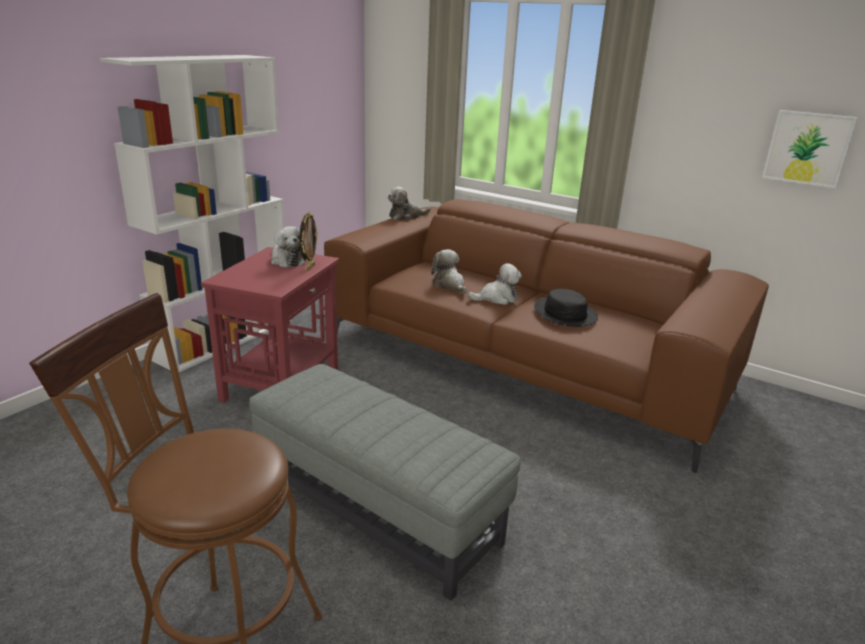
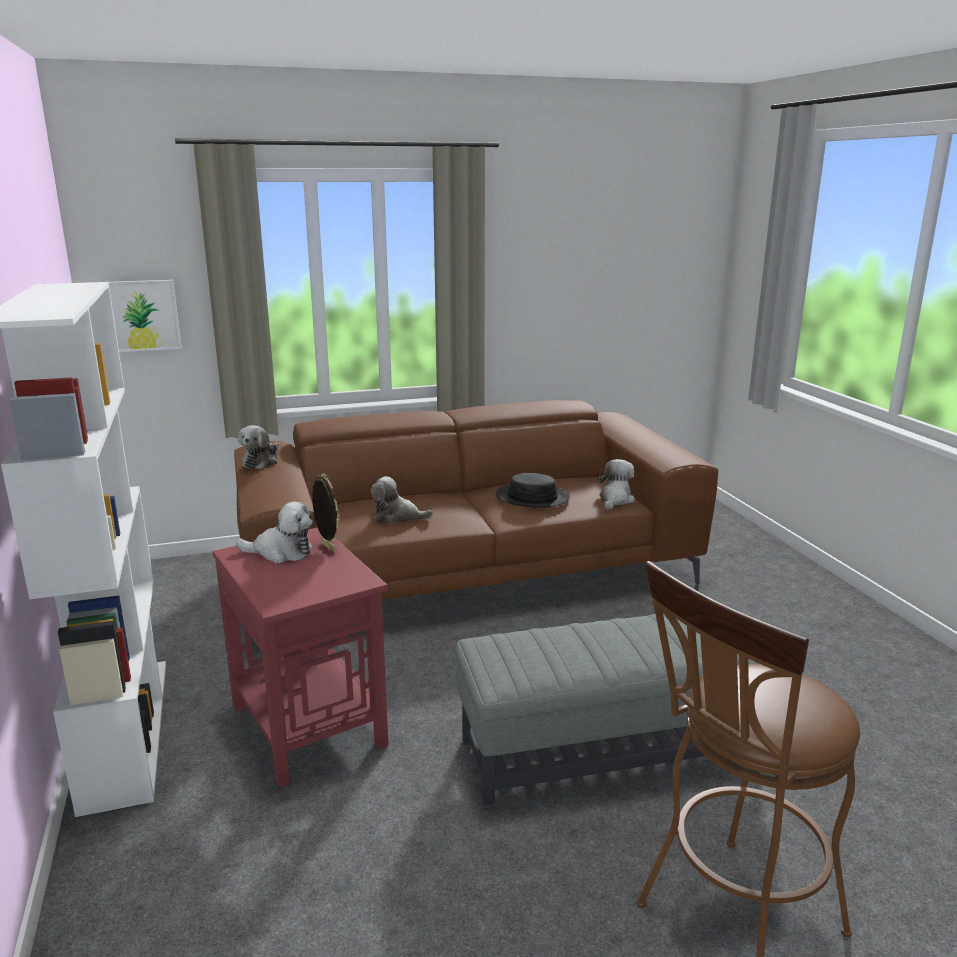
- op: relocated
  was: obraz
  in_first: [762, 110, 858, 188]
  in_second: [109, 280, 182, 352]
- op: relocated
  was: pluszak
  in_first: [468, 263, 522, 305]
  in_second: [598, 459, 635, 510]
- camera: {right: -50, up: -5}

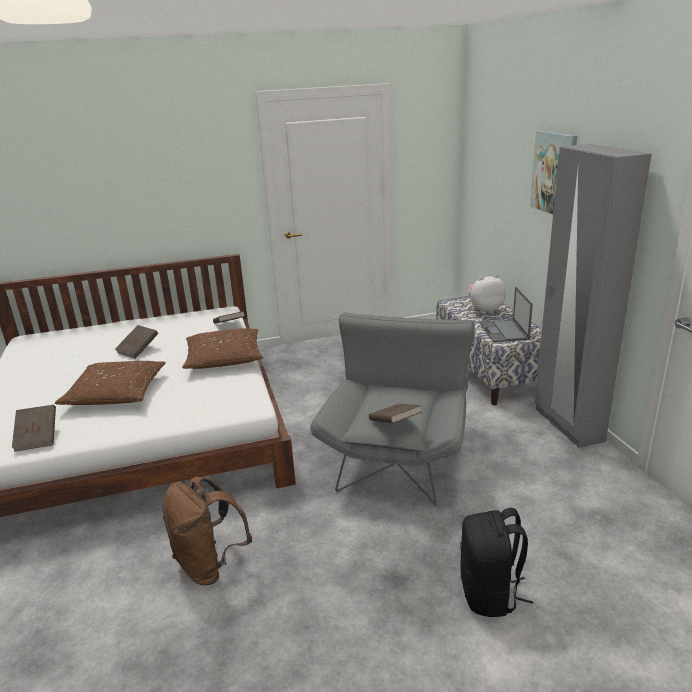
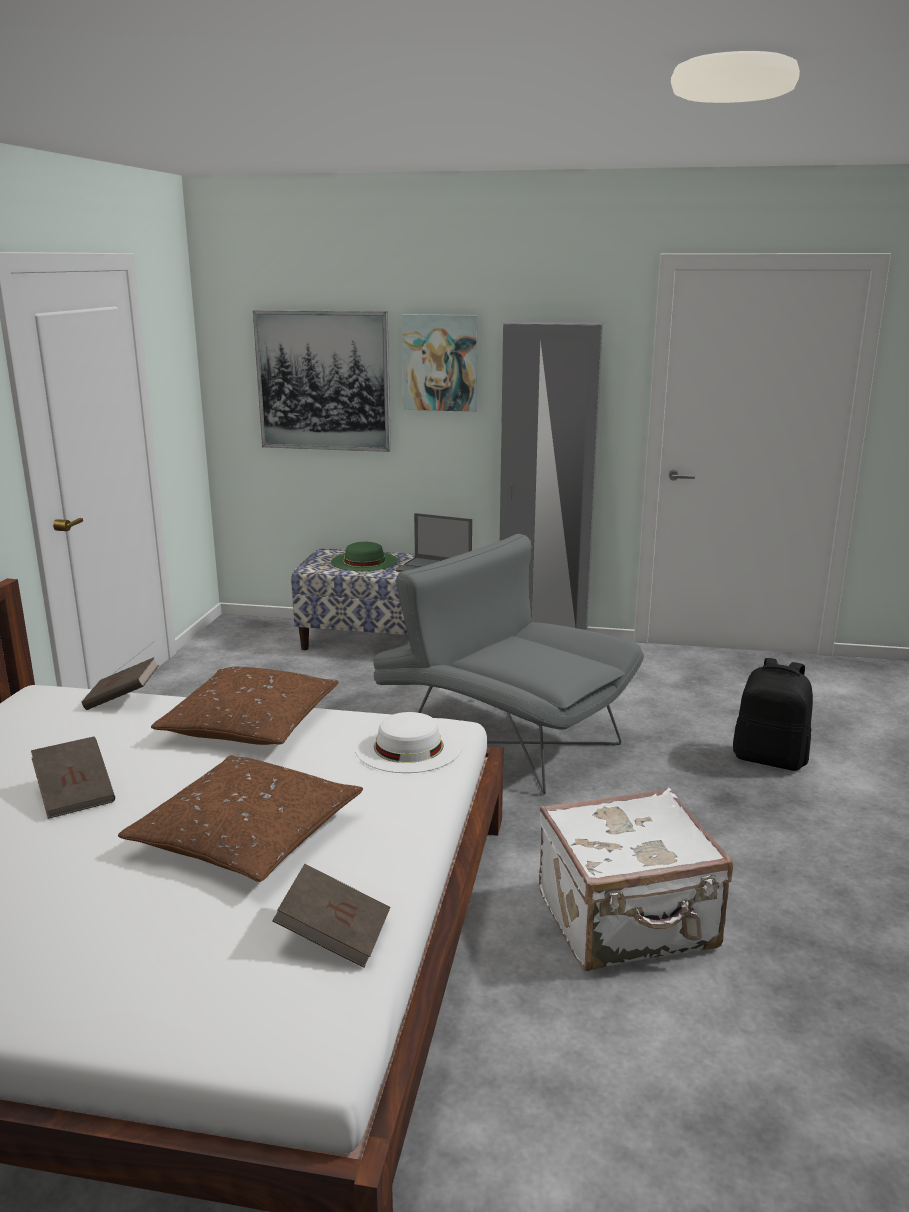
- op: exchanged
  was: pluszak
  now: kapelusz/zielony
  in_first: [467, 275, 506, 314]
  in_second: [331, 542, 398, 571]
- op: missing
  was: książka/brązowy
  in_first: [369, 404, 422, 423]
- op: exchanged
  was: plecak/brązowy
  now: walizka/biały
  in_first: [163, 477, 252, 585]
  in_second: [539, 788, 733, 971]
- op: appeared
  now: obraz
  in_second: [253, 310, 391, 452]
- op: appeared
  now: kapelusz/biały
  in_second: [355, 712, 463, 773]
- camera: {right: -65, up: -5}

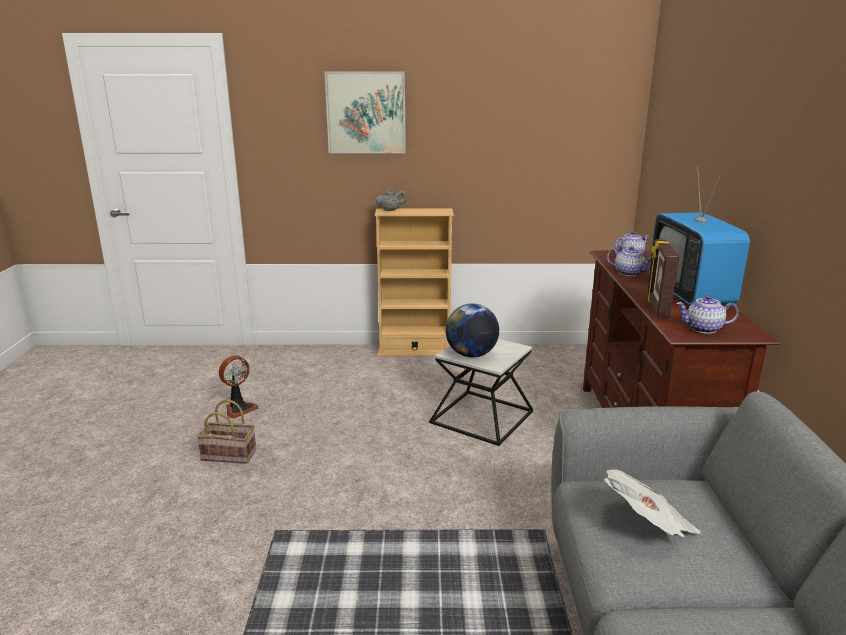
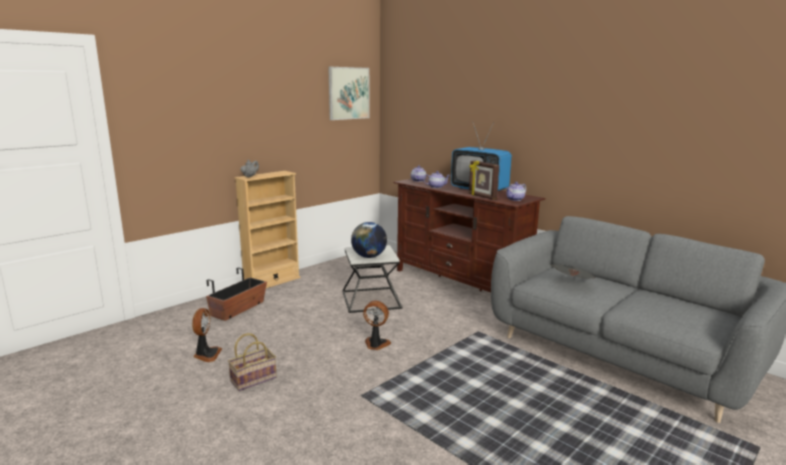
- op: relocated
  was: obraz
  in_first: [325, 72, 406, 153]
  in_second: [328, 67, 369, 120]
- op: appeared
  now: donica
  in_second: [206, 268, 267, 321]
- op: appeared
  now: wentylator
  in_second: [363, 301, 391, 350]
- camera: {right: -45, up: -5}

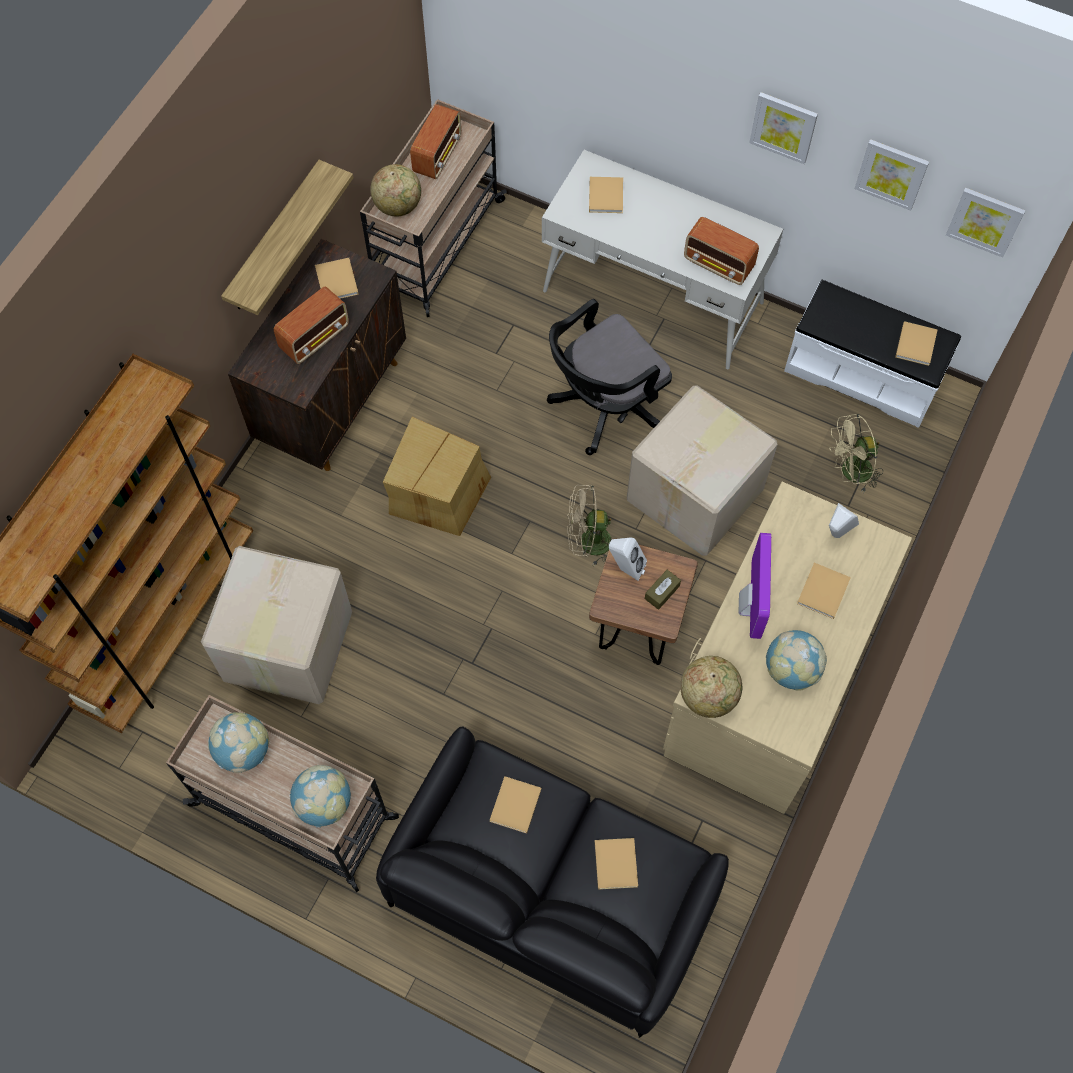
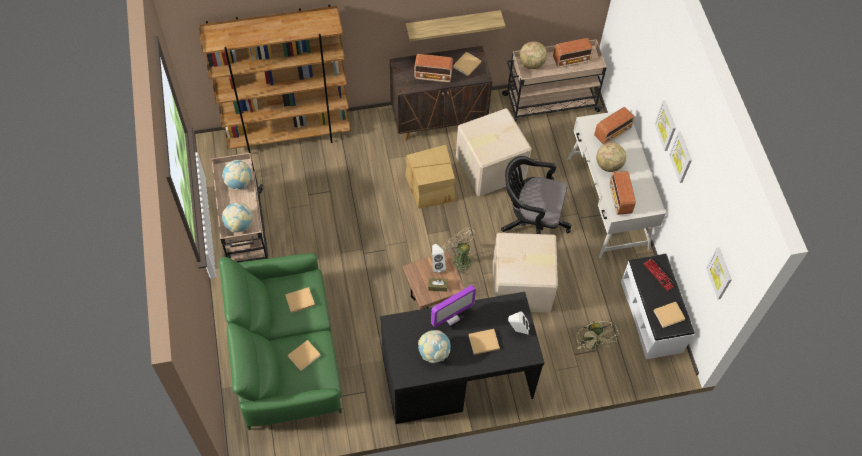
- op: relocated
  was: obraz
  in_first: [854, 139, 929, 211]
  in_second: [655, 101, 676, 151]
- op: exchanged
  was: książka/beżowy
  now: radio
  in_first: [589, 177, 623, 213]
  in_second: [594, 107, 635, 145]
- op: spun
  was: wentylator/beżowy
  in_first: [830, 414, 883, 493]
  in_second: [576, 321, 619, 351]
  clockwise: -135
- op: colour
  was: biurko/beżowy
  now: biurko/czarny
  in_first: [663, 482, 912, 814]
  in_second: [380, 292, 544, 424]
- op: relocated
  was: karton
  in_first: [201, 546, 352, 704]
  in_second: [456, 108, 532, 196]
- op: relocated
  was: globus
  in_first: [680, 656, 742, 718]
  in_second: [596, 142, 626, 172]
- op: colour
  was: kanapa/czarny
  now: kanapa/zielony
  in_first: [376, 727, 729, 1038]
  in_second: [219, 253, 342, 430]
- op: appeared
  now: klawiatura
  in_second: [643, 258, 676, 292]
- camera: {right: 50, up: -5}

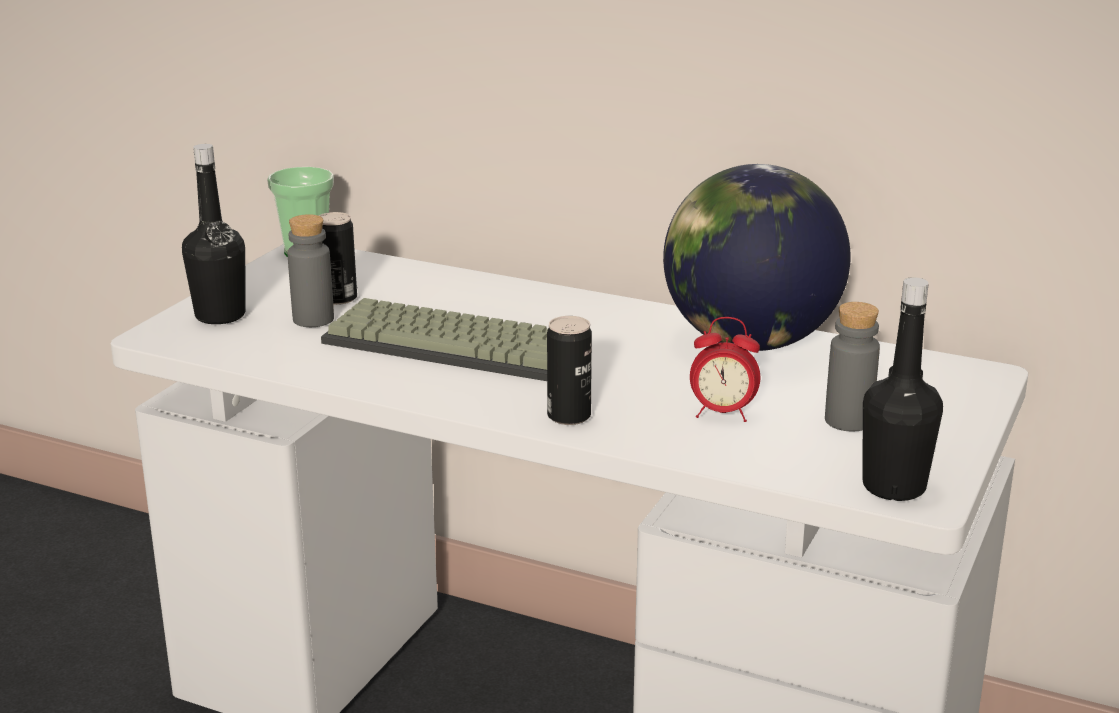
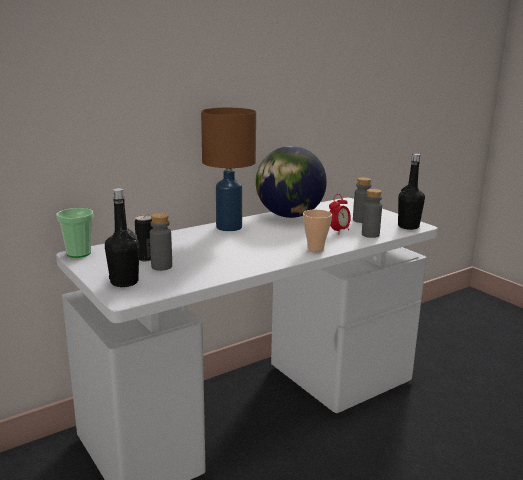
- op: missing
  was: klawiatura
  in_first: [321, 298, 549, 381]
- op: exchanged
  was: puszka
  now: filiżanka
  in_first: [547, 316, 592, 425]
  in_second: [303, 209, 332, 252]
- op: appeared
  now: lampa stołowa/brązowy
  in_second: [201, 108, 256, 231]
- op: appeared
  now: butelka/szary
  in_second: [362, 189, 382, 238]
- camera: {right: -60, up: -5}

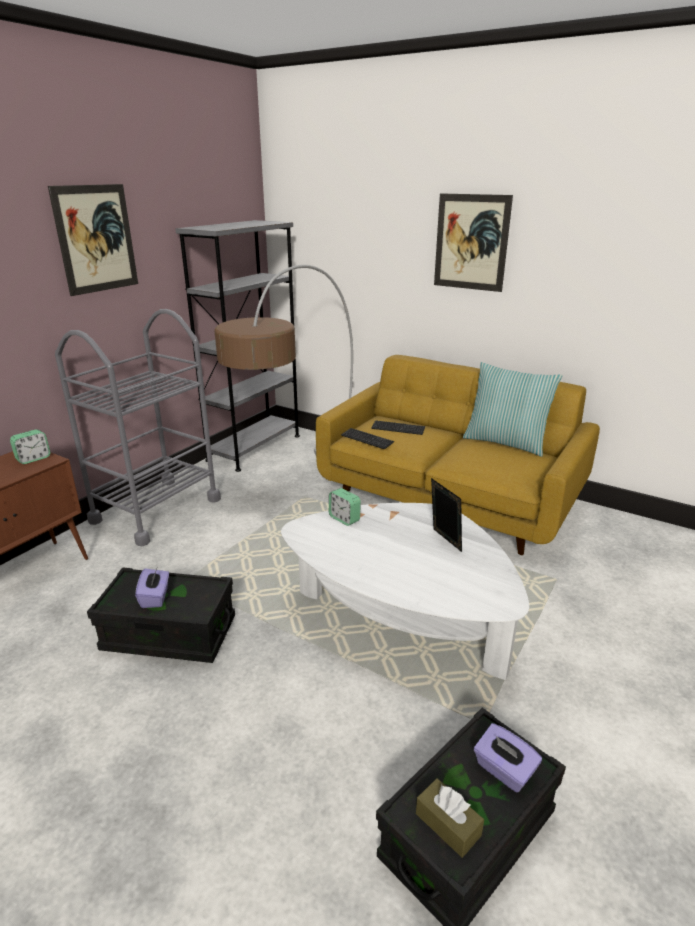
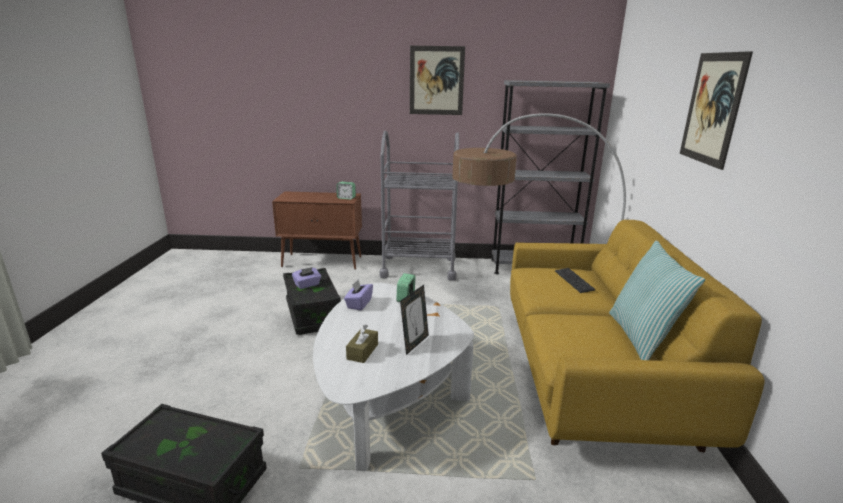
- op: missing
  was: klawiatura
  in_first: [341, 428, 394, 449]
- op: relocated
  was: pudełko chusteczek/fioletowy
  in_first: [474, 723, 542, 792]
  in_second: [344, 279, 373, 310]
- op: relocated
  was: pudełko chusteczek/brązowy
  in_first: [416, 778, 484, 858]
  in_second: [346, 324, 378, 363]
- camera: {right: 60, up: -5}

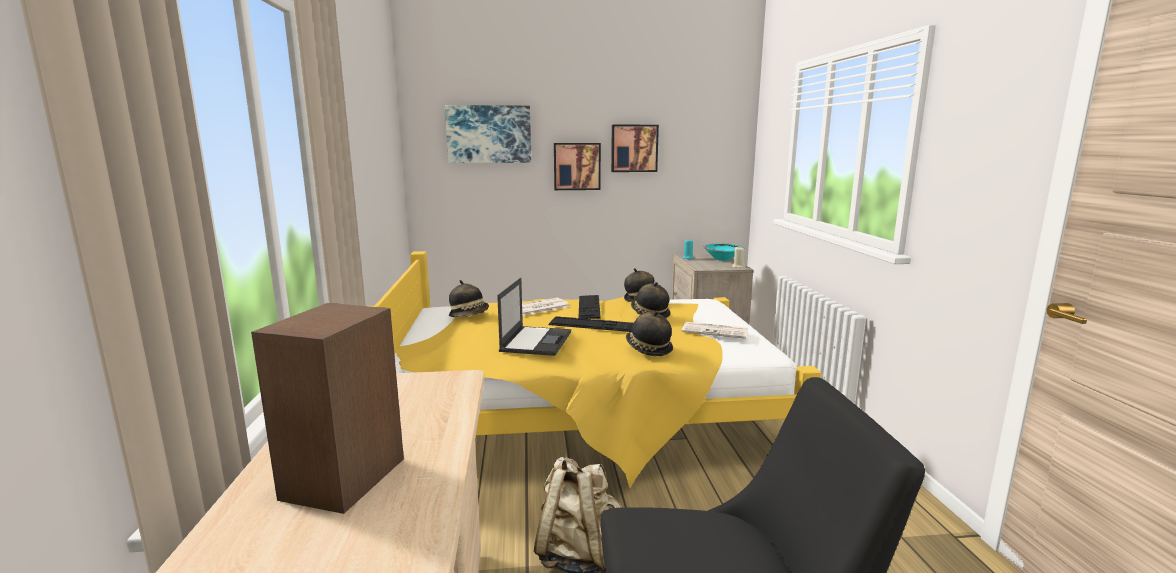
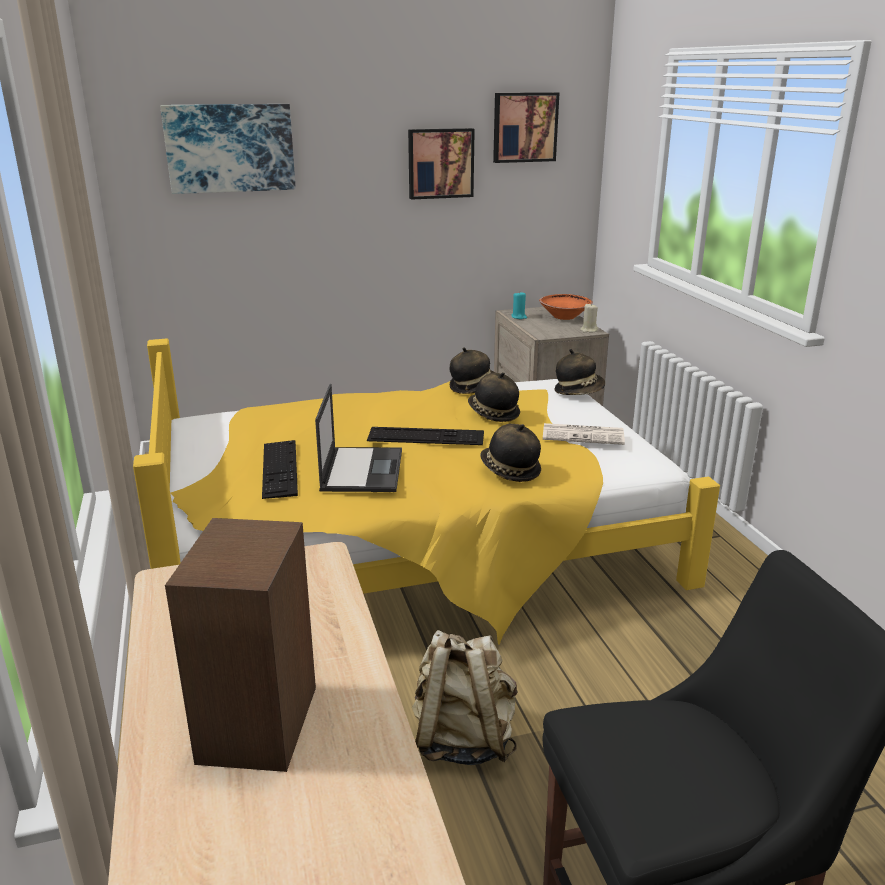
- op: relocated
  was: obraz
  in_first: [554, 143, 601, 190]
  in_second: [493, 92, 559, 163]
- op: colour
  was: miska/turkusowy
  now: miska/pomarańczowy
  in_first: [704, 244, 744, 261]
  in_second: [539, 294, 593, 320]
- op: relocated
  was: kapelusz
  in_first: [449, 280, 489, 317]
  in_second: [555, 349, 605, 395]
- op: relocated
  was: klawiatura
  in_first: [578, 295, 601, 319]
  in_second: [262, 440, 298, 499]
- op: missing
  was: gazeta
  in_first: [522, 298, 570, 316]
- camera: {right: -10, up: 10}

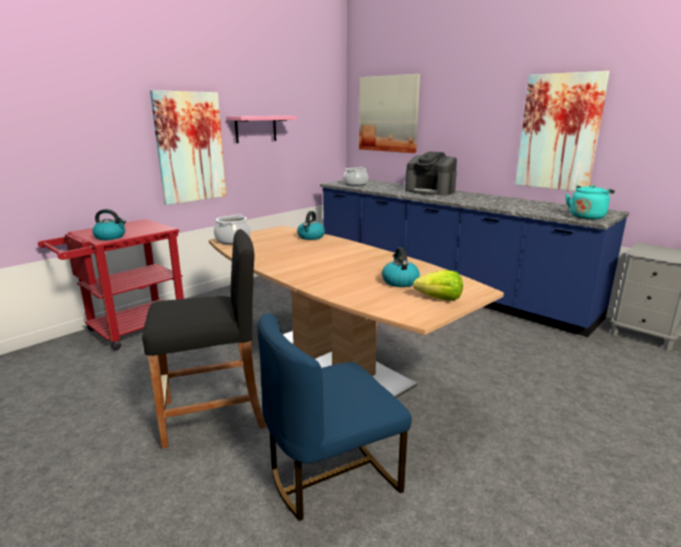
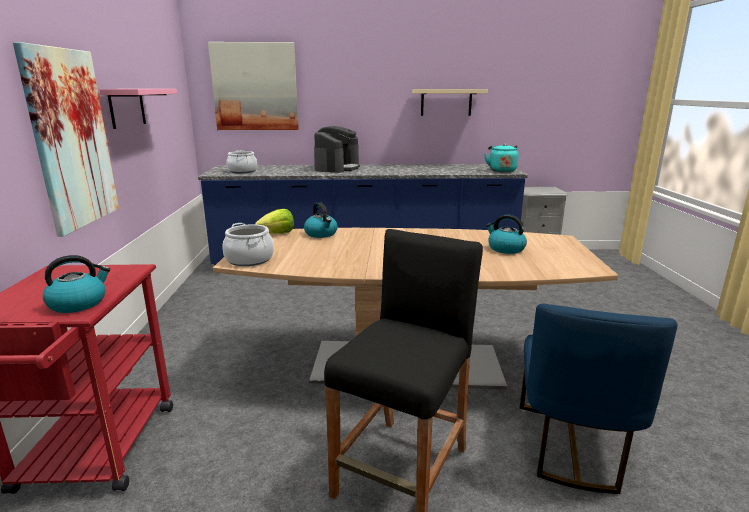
- op: exchanged
  was: obraz
  now: półka/beżowy
  in_first: [515, 71, 610, 191]
  in_second: [412, 89, 488, 116]
- op: spun
  was: ekspres do kawy
  in_first: [405, 151, 457, 196]
  in_second: [314, 126, 360, 173]
  clockwise: -60
- op: relocated
  was: sałata
  in_first: [413, 270, 463, 301]
  in_second: [255, 209, 294, 234]
- camera: {right: -45, up: 0}

